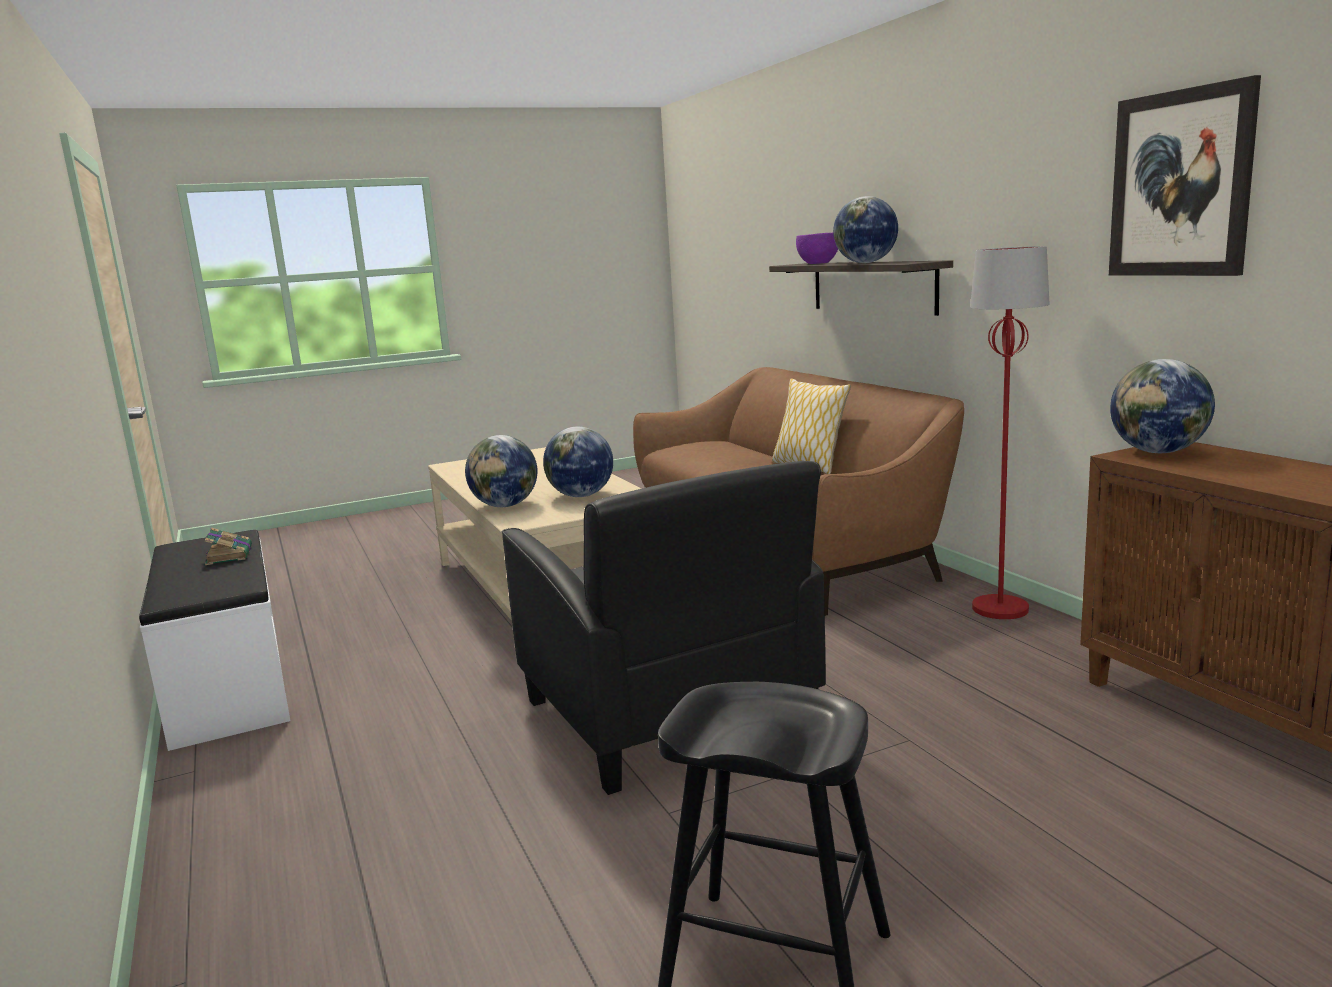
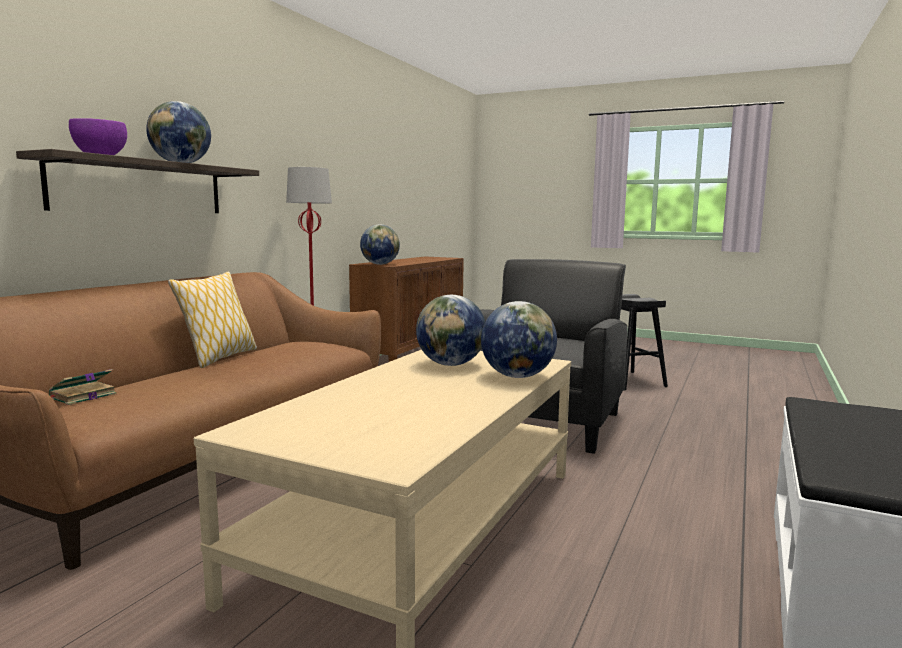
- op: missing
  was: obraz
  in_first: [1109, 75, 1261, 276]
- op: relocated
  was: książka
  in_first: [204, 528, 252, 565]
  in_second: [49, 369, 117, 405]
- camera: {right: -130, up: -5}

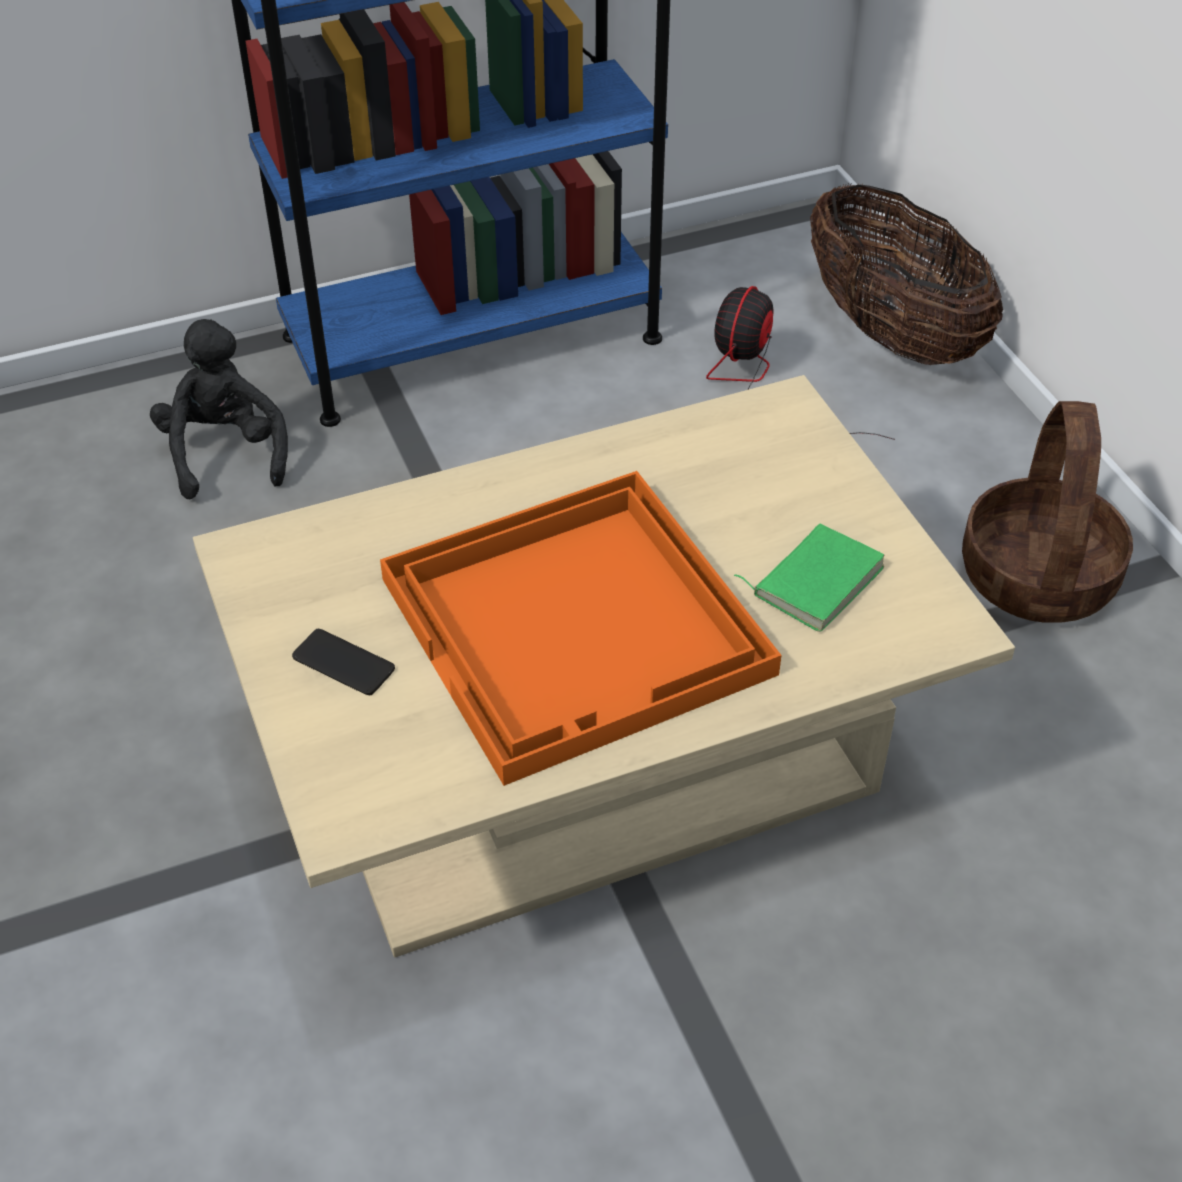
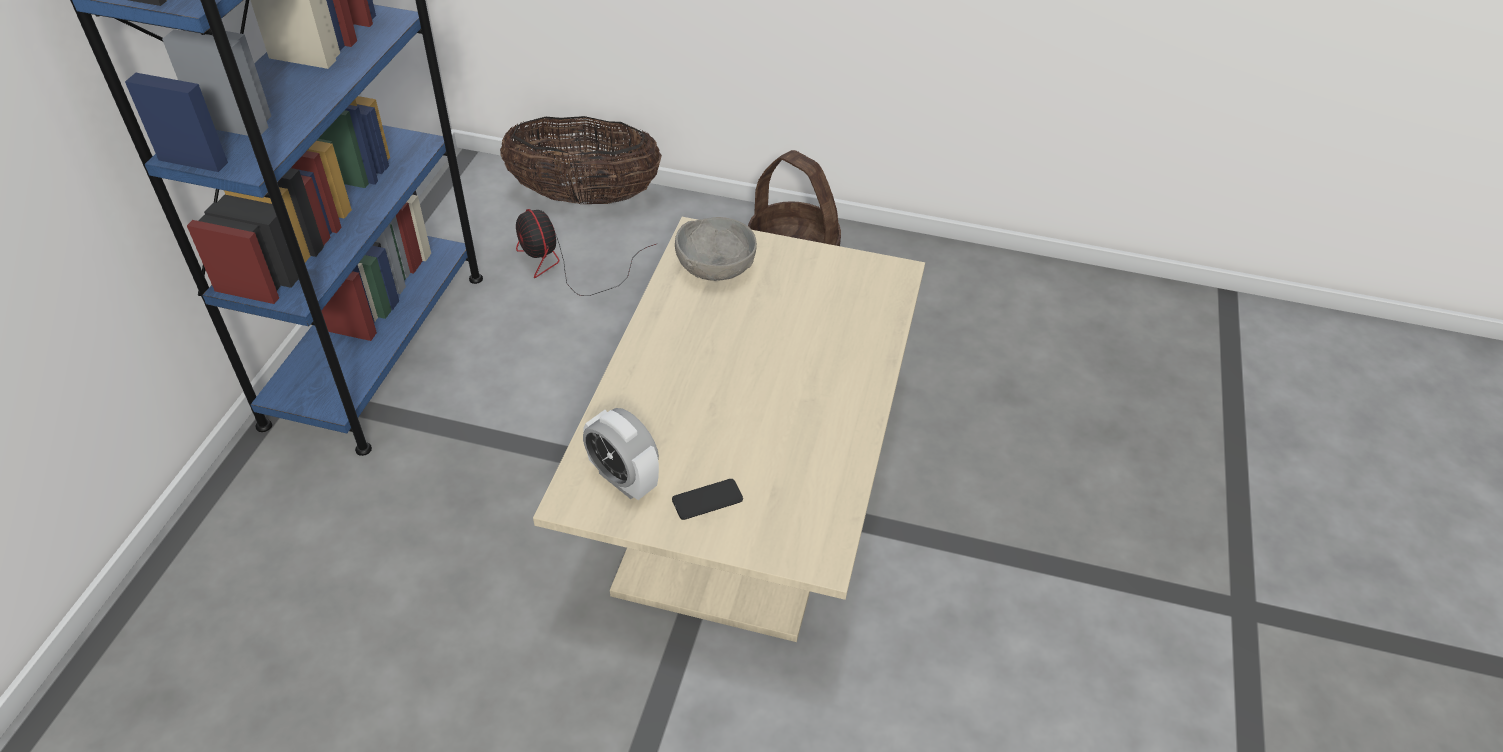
- op: missing
  was: pluszak/czarny
  in_first: [150, 319, 288, 499]
- op: missing
  was: taca/pomarańczowy
  in_first: [380, 471, 782, 786]
- op: missing
  was: książka/zielony
  in_first: [734, 524, 884, 632]
- op: appeared
  now: miska/szary
  in_second: [675, 217, 757, 281]
- op: appeared
  now: budzik
  in_second: [583, 408, 659, 500]
- camera: {right: -55, up: 0}

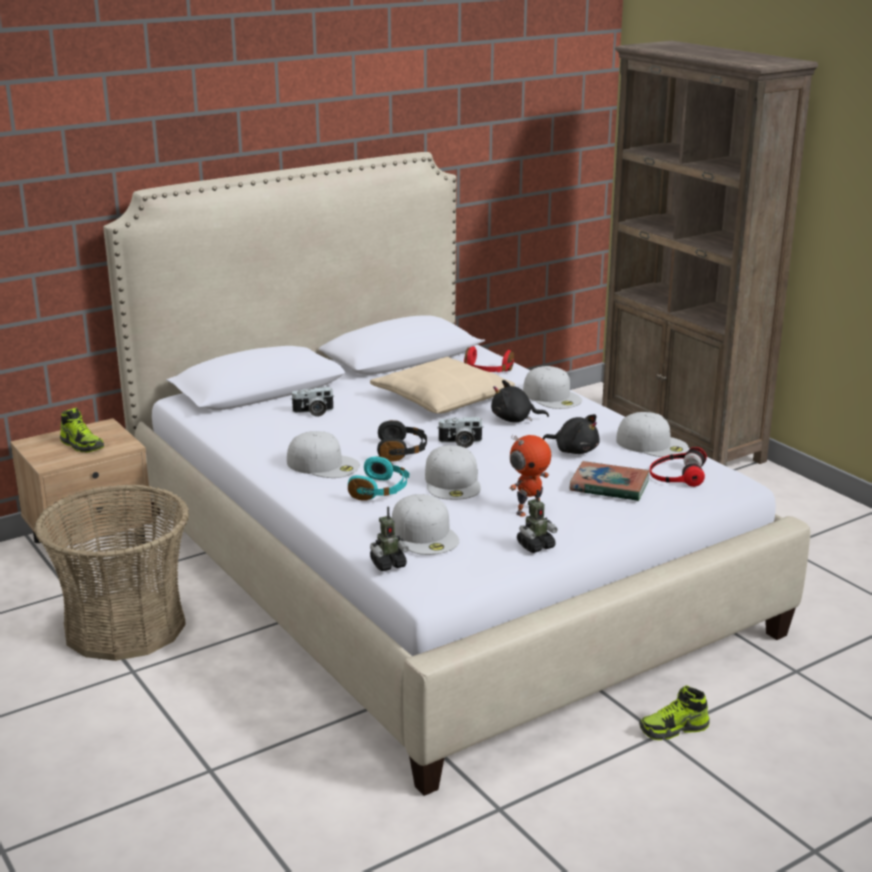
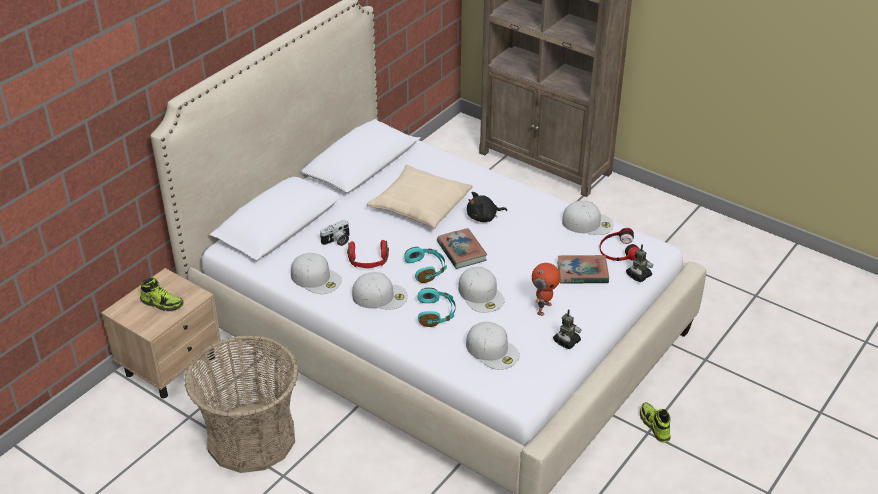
- op: relocated
  was: słuchawki/czerwony
  in_first: [464, 346, 514, 372]
  in_second: [347, 240, 389, 268]
- op: relocated
  was: czapka z daszkiem/biały
  in_first: [523, 366, 582, 409]
  in_second: [291, 253, 342, 294]
- op: missing
  was: pluszak/czarny
  in_first: [543, 414, 600, 454]
- op: exchanged
  was: aparat fotograficzny
  now: książka
  in_first: [437, 417, 484, 448]
  in_second: [437, 228, 487, 269]
- op: colour
  was: słuchawki/czarny
  now: słuchawki/turkusowy
  in_first: [377, 420, 427, 462]
  in_second: [404, 247, 447, 283]
- op: relocated
  was: robot zabawkowy
  in_first: [370, 506, 409, 571]
  in_second: [626, 244, 653, 282]
- op: spun
  was: but
  in_first: [639, 686, 710, 740]
  in_second: [640, 402, 671, 442]
  clockwise: 105
- camera: {right: -20, up: 15}

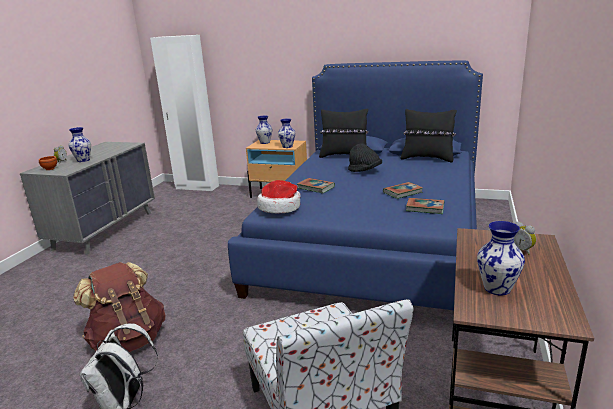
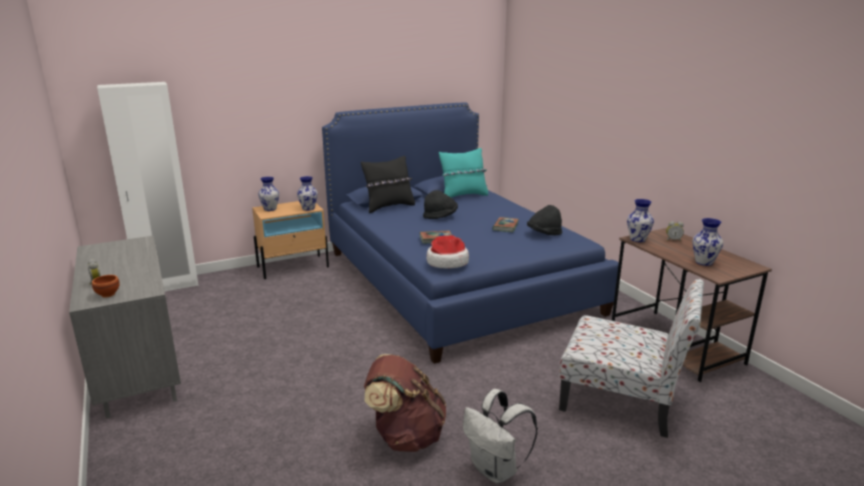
- op: colour
  was: poduszka/czarny
  now: poduszka/turkusowy
  in_first: [400, 109, 457, 163]
  in_second: [439, 148, 488, 198]
- op: relocated
  was: wazon
  in_first: [69, 127, 91, 162]
  in_second: [627, 199, 654, 242]
- op: exchanged
  was: książka
  now: kapelusz/czarny
  in_first: [406, 198, 444, 214]
  in_second: [527, 205, 562, 236]
- camera: {right: -45, up: 0}

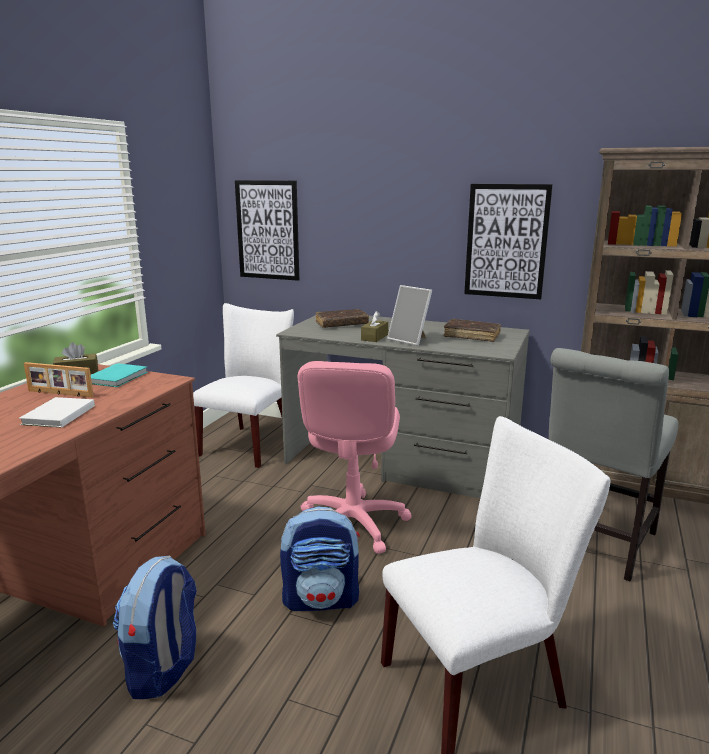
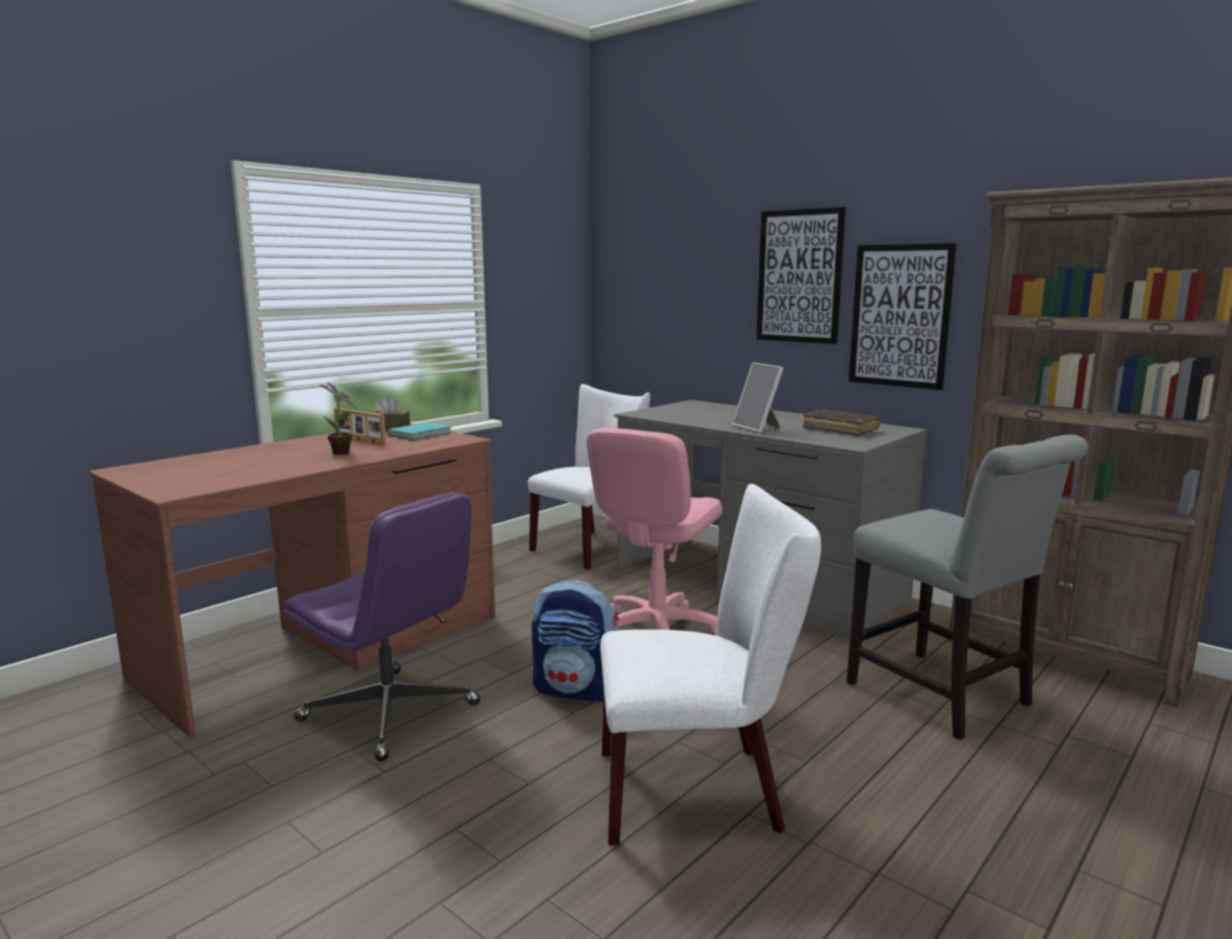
- op: relocated
  was: obraz
  in_first: [235, 180, 299, 281]
  in_second: [756, 207, 846, 344]
- op: missing
  was: książka/brązowy
  in_first: [315, 309, 369, 328]
- op: missing
  was: pudełko chusteczek/brązowy
  in_first: [361, 311, 388, 342]
- op: spun
  was: krzesło/szary
  in_first: [549, 348, 678, 581]
  in_second: [847, 434, 1088, 740]
  clockwise: -90
- op: exchanged
  was: książka/biały
  now: roślina doniczkowa
  in_first: [19, 397, 95, 428]
  in_second: [319, 382, 357, 455]
- op: exchanged
  was: plecak
  now: krzesło biurowe/fioletowy
  in_first: [113, 555, 197, 699]
  in_second: [283, 492, 481, 761]
- camera: {right: 20, up: -5}

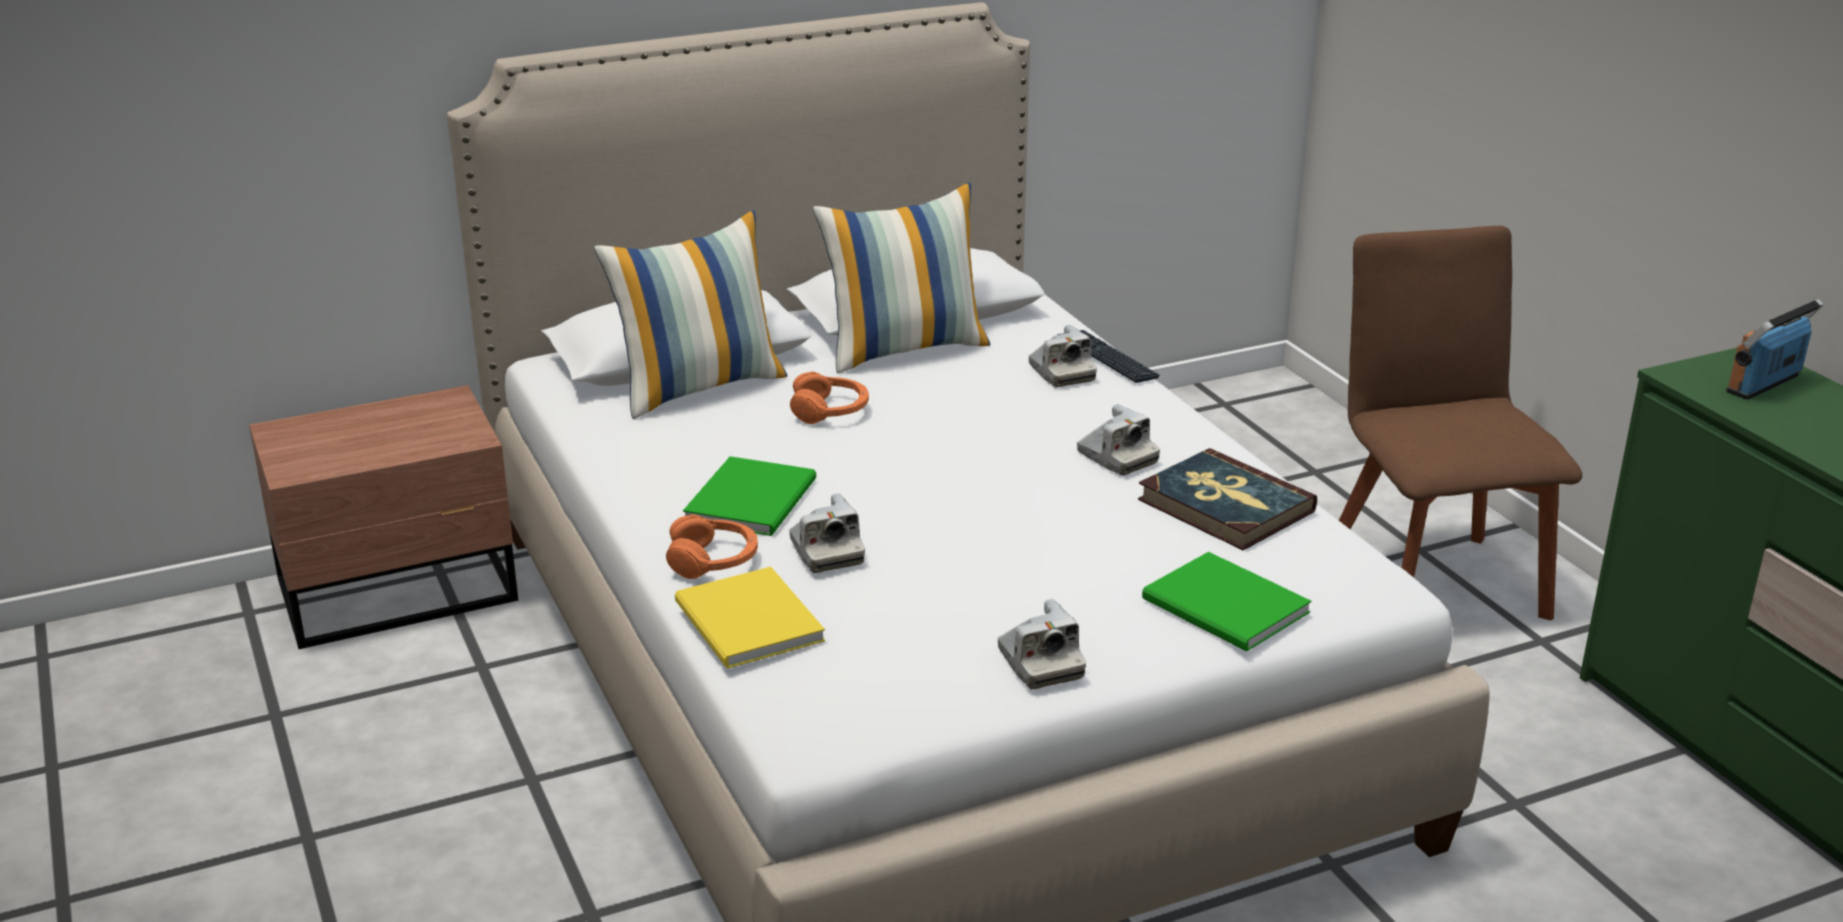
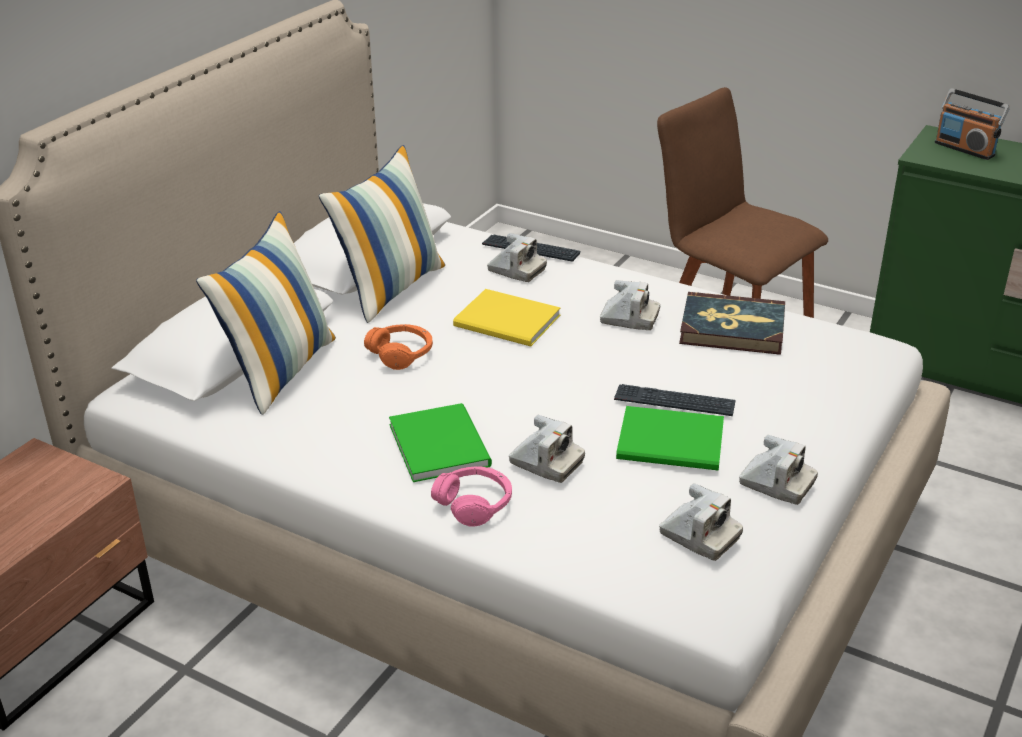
- op: spun
  was: radio
  in_first: [1726, 299, 1824, 400]
  in_second: [935, 88, 1010, 160]
  clockwise: -60
- op: colour
  was: słuchawki/pomarańczowy
  now: słuchawki/różowy
  in_first: [666, 514, 758, 579]
  in_second: [431, 466, 512, 527]
- op: relocated
  was: książka/zielony
  in_first: [1142, 552, 1311, 651]
  in_second: [616, 406, 724, 471]
- op: relocated
  was: książka/żółty
  in_first: [675, 567, 825, 668]
  in_second: [453, 289, 561, 346]
- op: appeared
  now: klawiatura
  in_second: [614, 384, 735, 416]
- op: appeared
  now: aparat fotograficzny
  in_second: [659, 483, 743, 561]
- camera: {right: -35, up: 5}

